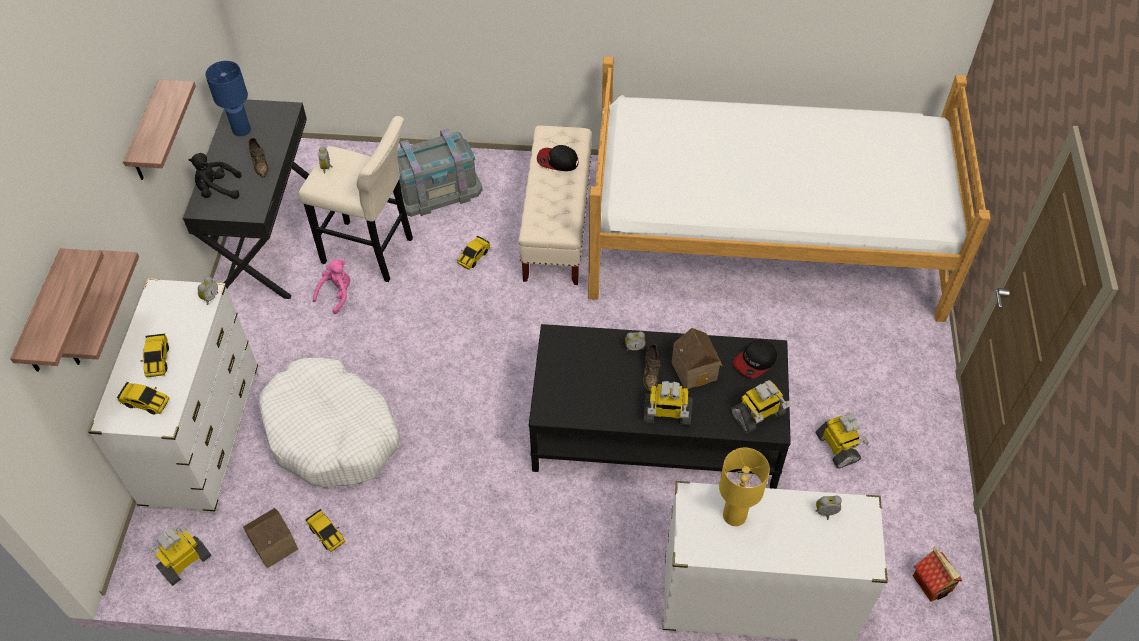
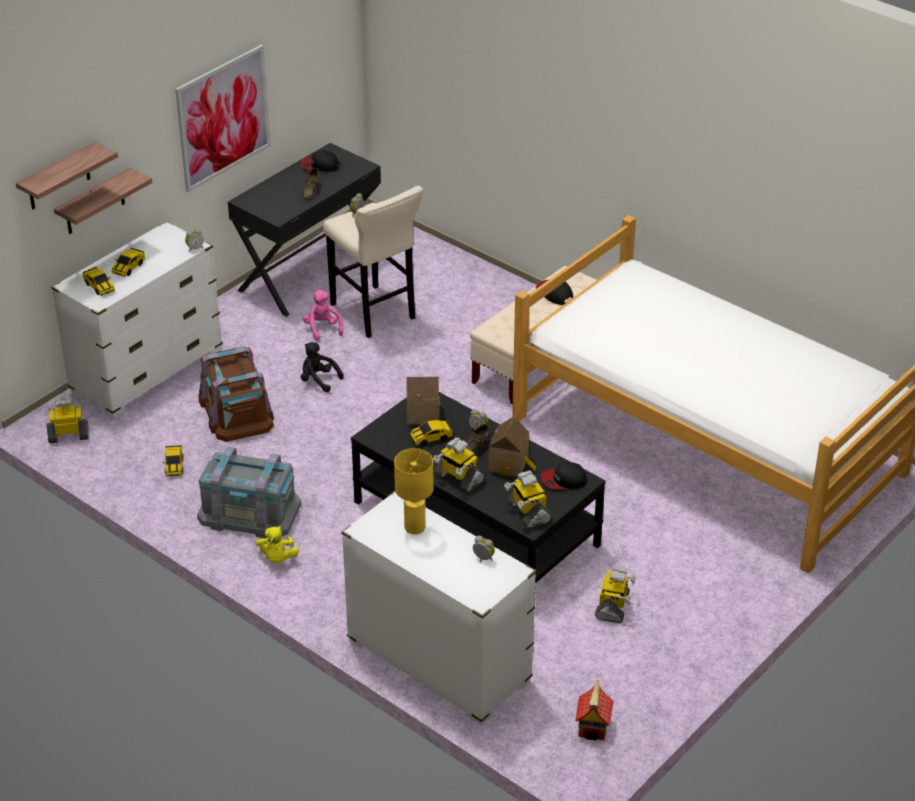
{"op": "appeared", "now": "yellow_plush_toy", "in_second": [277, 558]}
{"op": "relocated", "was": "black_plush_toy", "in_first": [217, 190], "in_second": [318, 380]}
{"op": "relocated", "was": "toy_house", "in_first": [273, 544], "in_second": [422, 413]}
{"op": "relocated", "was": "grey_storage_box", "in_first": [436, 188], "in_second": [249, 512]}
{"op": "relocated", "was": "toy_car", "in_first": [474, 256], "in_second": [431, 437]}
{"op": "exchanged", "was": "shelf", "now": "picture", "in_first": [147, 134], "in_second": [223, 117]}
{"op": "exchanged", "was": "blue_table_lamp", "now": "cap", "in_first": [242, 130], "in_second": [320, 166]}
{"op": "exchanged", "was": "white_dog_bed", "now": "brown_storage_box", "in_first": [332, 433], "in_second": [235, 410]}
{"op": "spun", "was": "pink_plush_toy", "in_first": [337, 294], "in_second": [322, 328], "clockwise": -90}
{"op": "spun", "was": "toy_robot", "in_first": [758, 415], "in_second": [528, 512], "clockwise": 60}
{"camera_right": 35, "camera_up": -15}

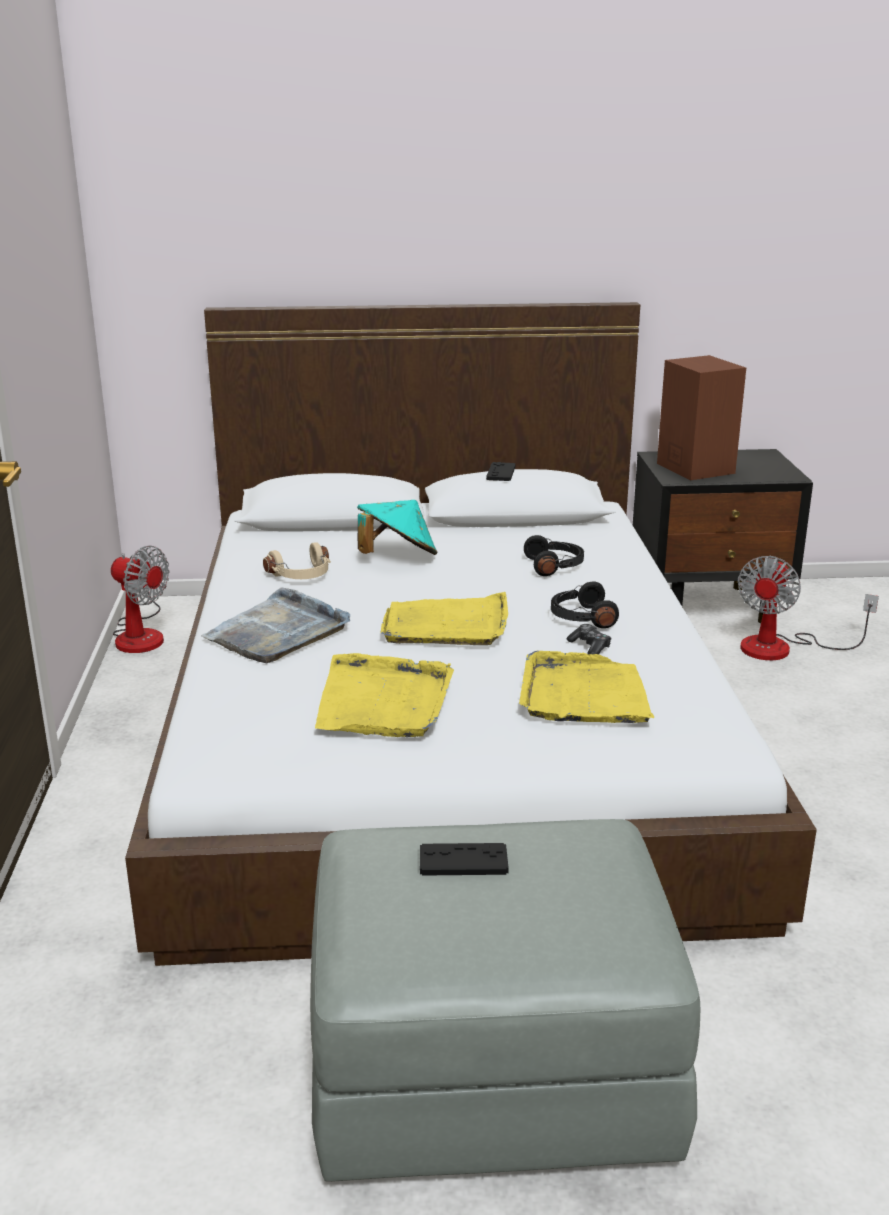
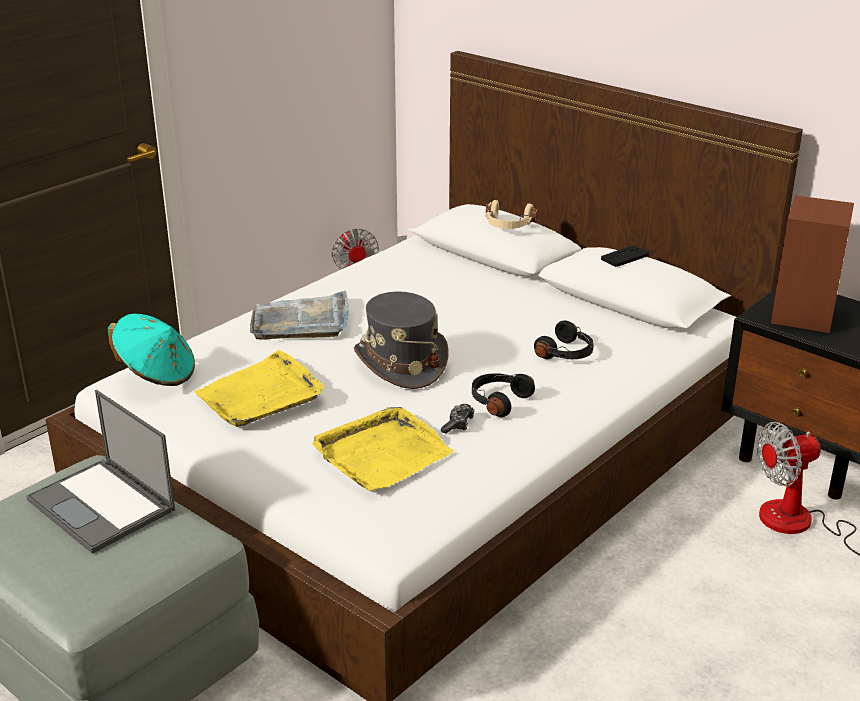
{"op": "relocated", "was": "beige_headphones", "in_first": [302, 576], "in_second": [508, 226]}
{"op": "relocated", "was": "turquoise_hat", "in_first": [397, 557], "in_second": [156, 374]}
{"op": "exchanged", "was": "yellow_tray", "now": "grey_hat", "in_first": [446, 625], "in_second": [400, 363]}
{"op": "exchanged", "was": "black_game_controller", "now": "laptop", "in_first": [463, 861], "in_second": [102, 505]}
{"camera_right": 45, "camera_up": 5}

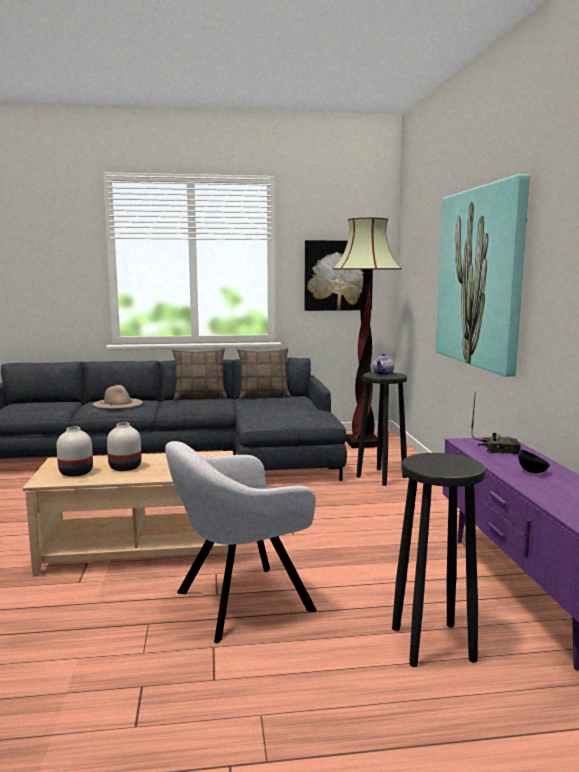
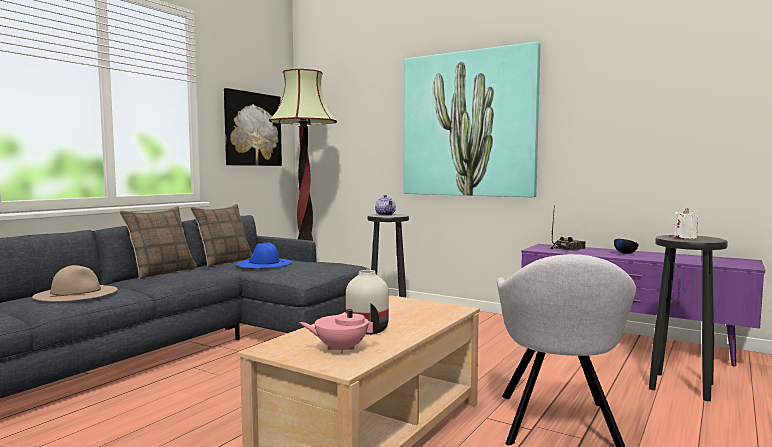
{"op": "appeared", "now": "blue_hat", "in_second": [264, 263]}
{"op": "appeared", "now": "white_candle", "in_second": [685, 237]}
{"op": "exchanged", "was": "white_vase", "now": "pink_teapot", "in_first": [76, 472], "in_second": [340, 349]}
{"camera_right": -50, "camera_up": -5}

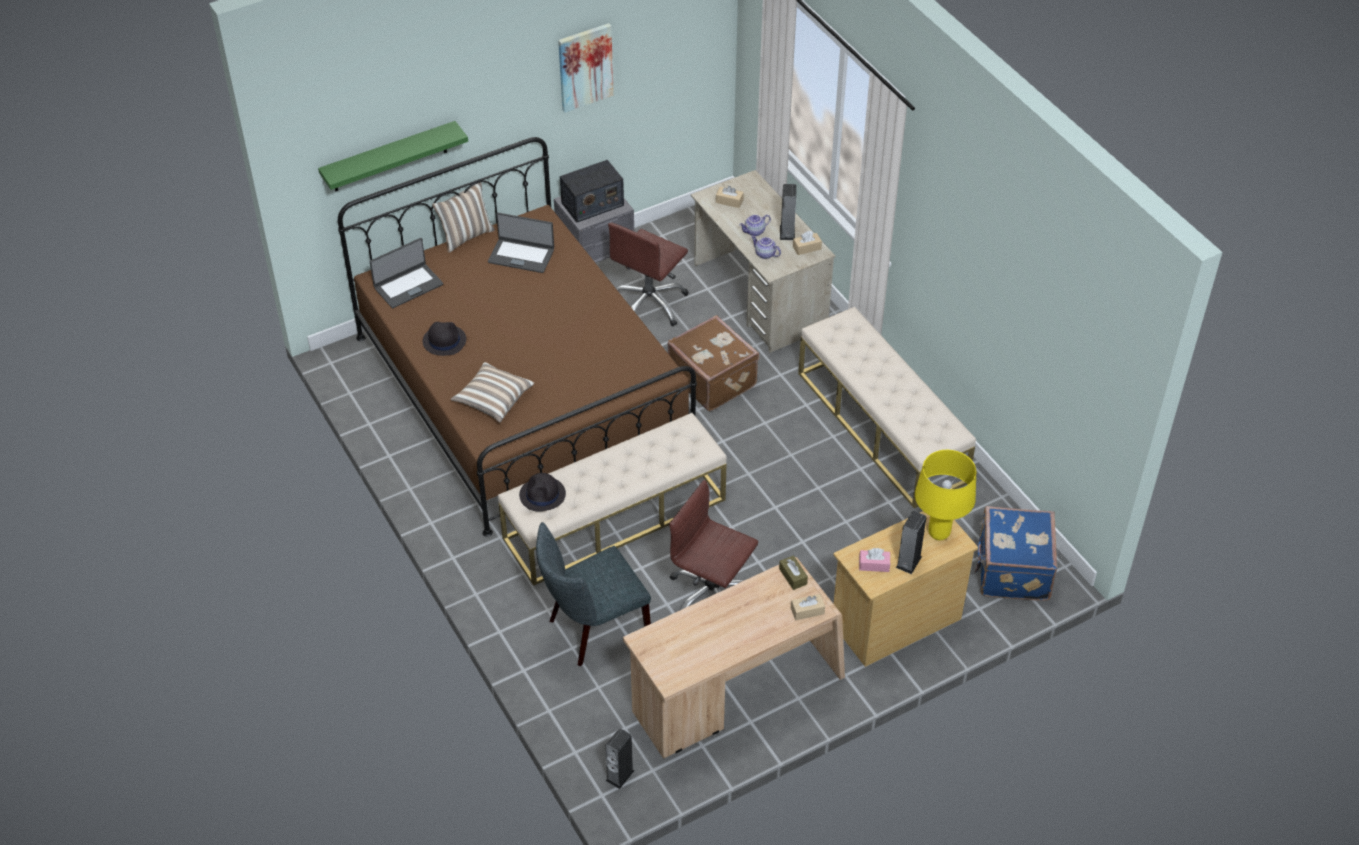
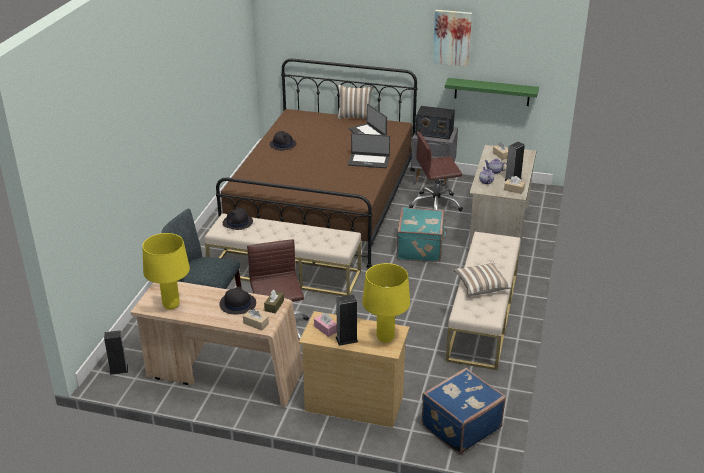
{"op": "appeared", "now": "yellow_table_lamp", "in_second": [171, 305]}
{"op": "appeared", "now": "black_hat", "in_second": [237, 304]}
{"op": "relocated", "was": "green_shelf", "in_first": [389, 157], "in_second": [492, 92]}
{"op": "relocated", "was": "laptop", "in_first": [408, 286], "in_second": [369, 161]}
{"op": "relocated", "was": "pillow", "in_first": [493, 400], "in_second": [480, 286]}
{"op": "colour", "was": "brown_suitcase", "now": "turquoise_suitcase", "in_first": [713, 379], "in_second": [421, 248]}
{"camera_right": 45, "camera_up": -15}

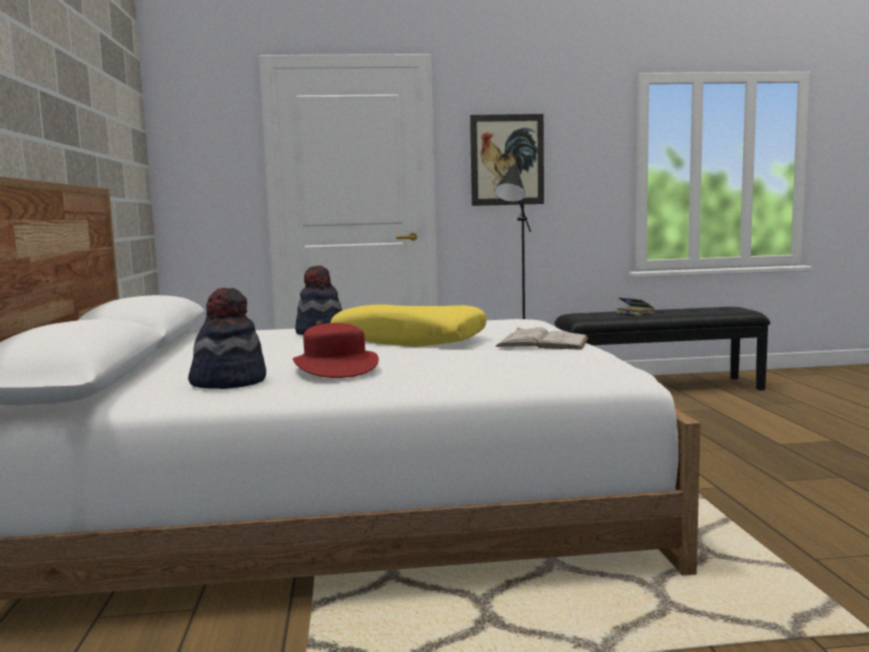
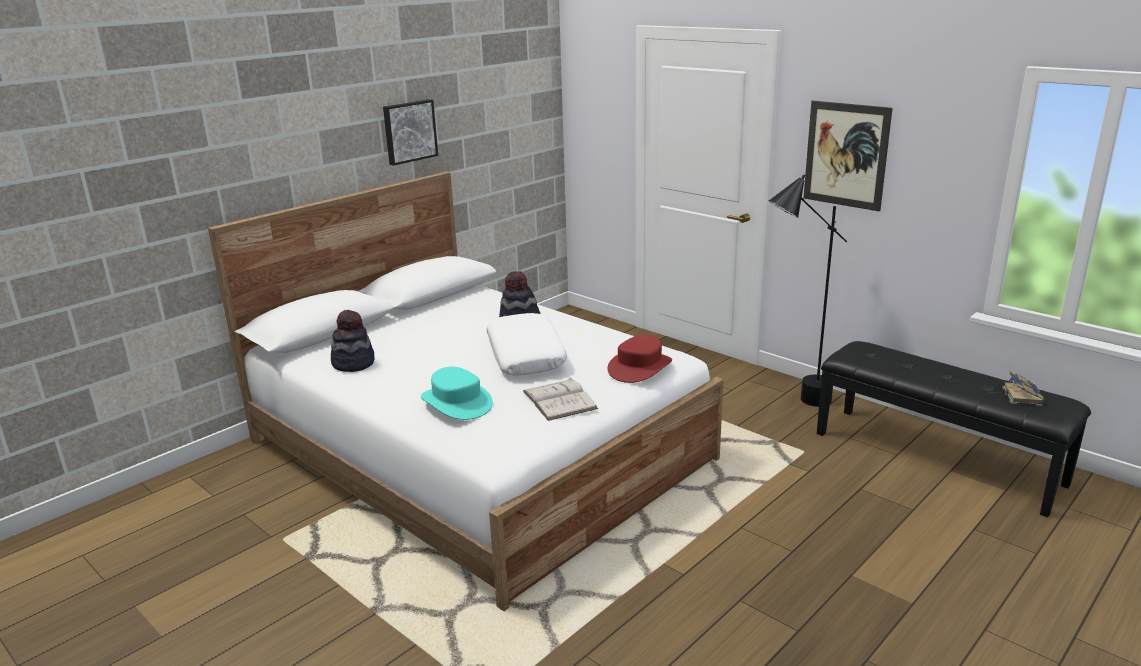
{"op": "appeared", "now": "picture", "in_second": [409, 131]}
{"op": "appeared", "now": "turquoise_hat", "in_second": [457, 402]}
{"op": "relocated", "was": "red_hat", "in_first": [335, 367], "in_second": [639, 367]}
{"op": "relocated", "was": "book", "in_first": [634, 313], "in_second": [1022, 396]}
{"op": "colour", "was": "yellow_pillow", "now": "white_pillow", "in_first": [409, 340], "in_second": [526, 355]}
{"camera_right": 50, "camera_up": 15}

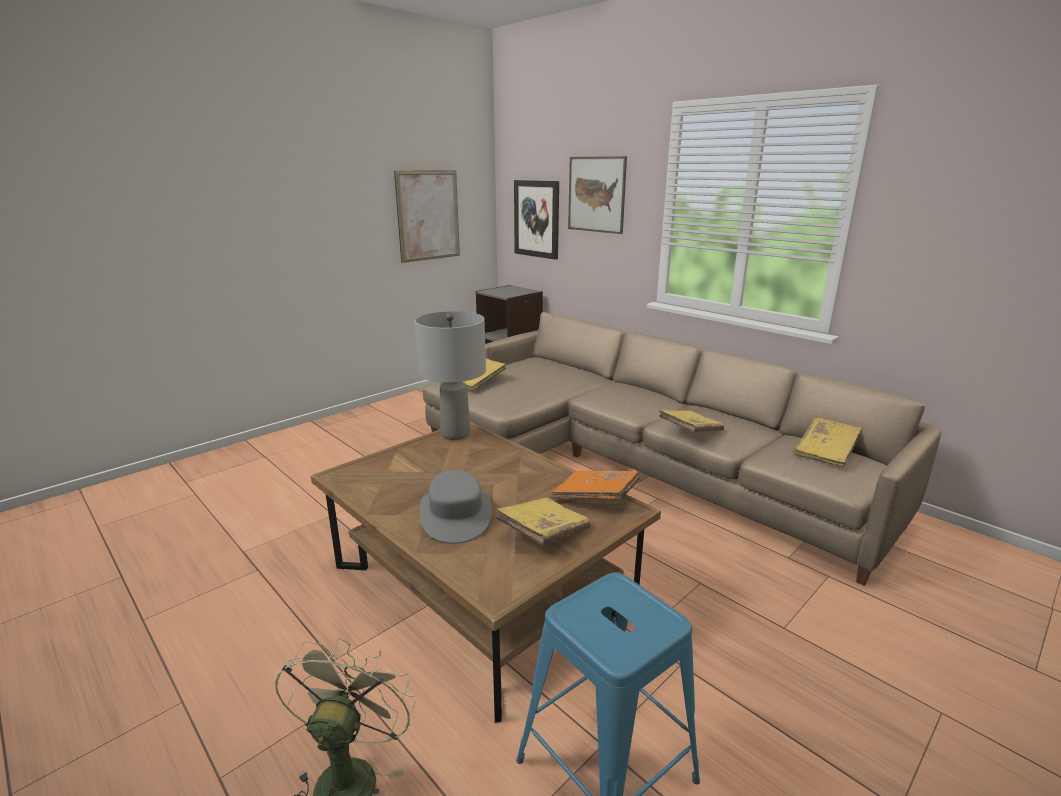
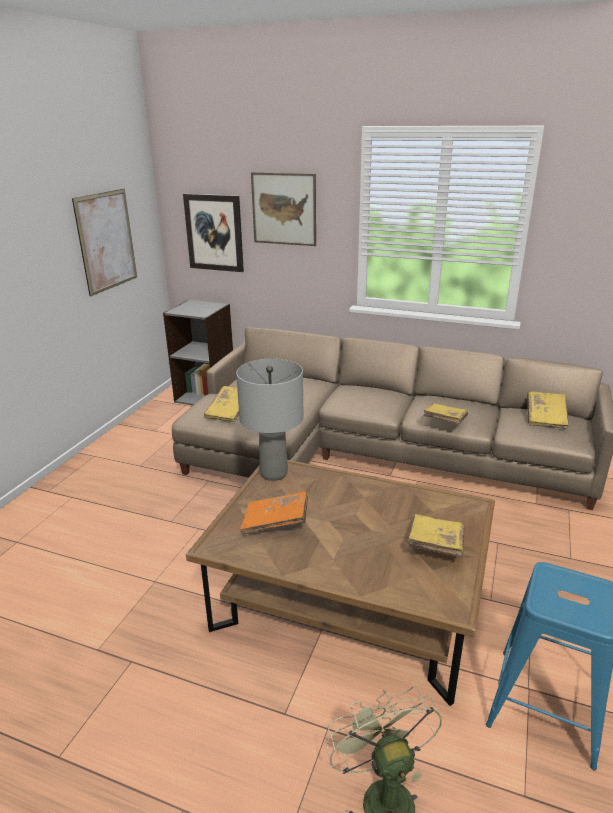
{"op": "missing", "was": "grey_hat", "in_first": [456, 514]}
{"op": "relocated", "was": "orange_book", "in_first": [596, 497], "in_second": [276, 522]}
{"camera_right": -25, "camera_up": 5}

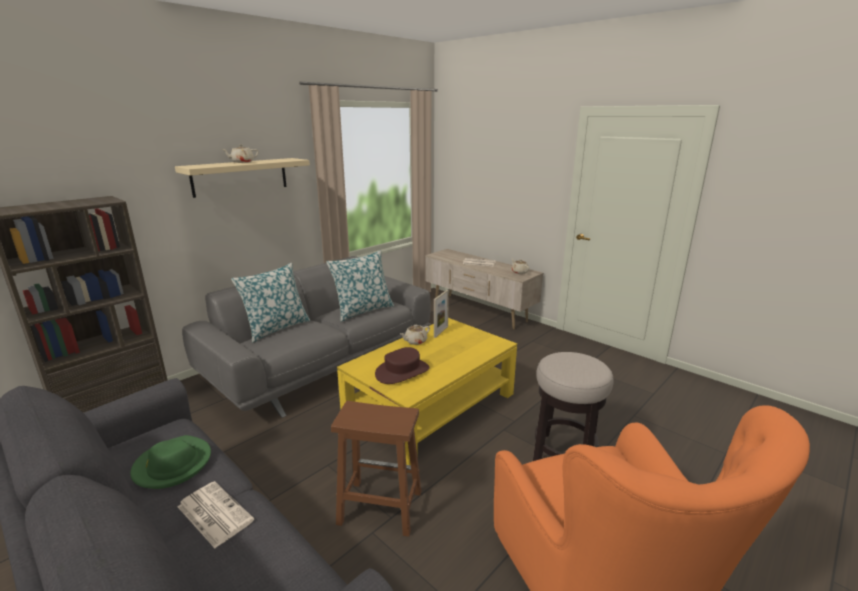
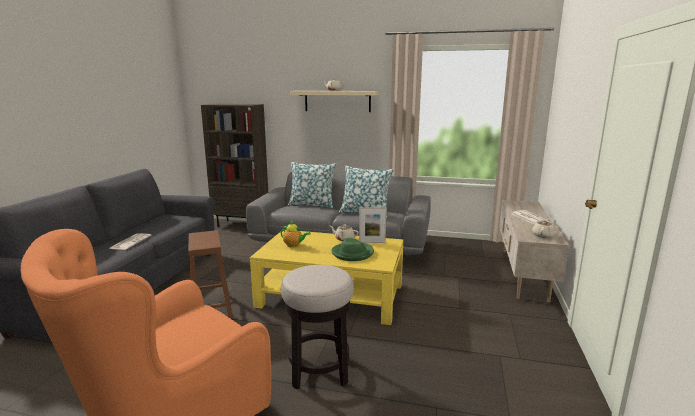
{"op": "relocated", "was": "green_hat", "in_first": [172, 465], "in_second": [352, 253]}
{"op": "exchanged", "was": "brown_hat", "now": "teapot", "in_first": [402, 372], "in_second": [294, 245]}
{"camera_right": 60, "camera_up": -5}

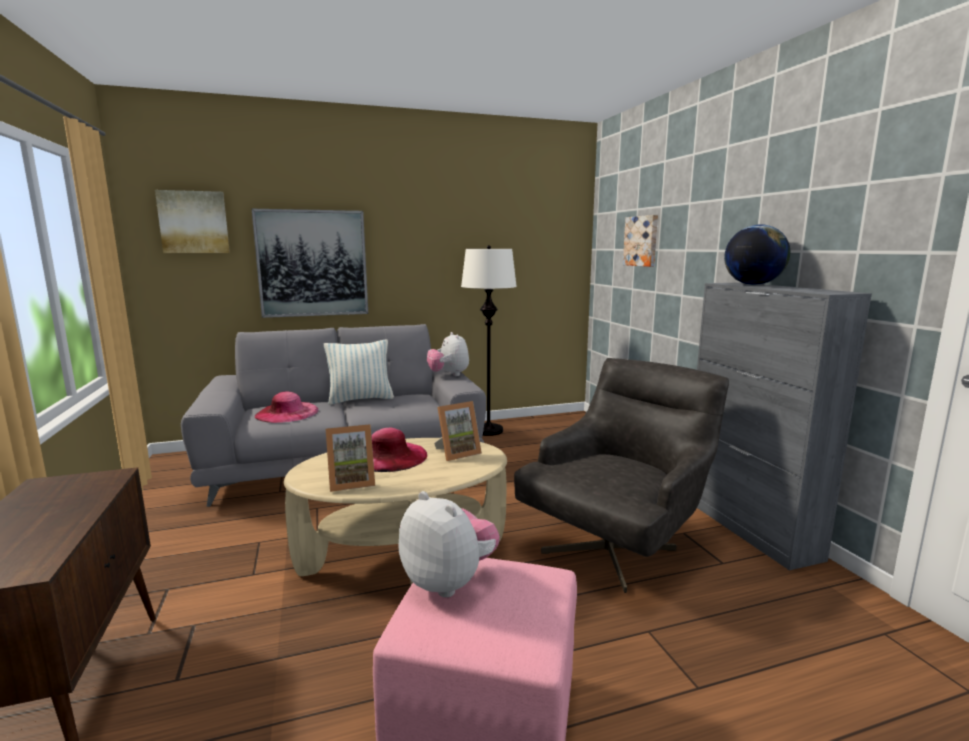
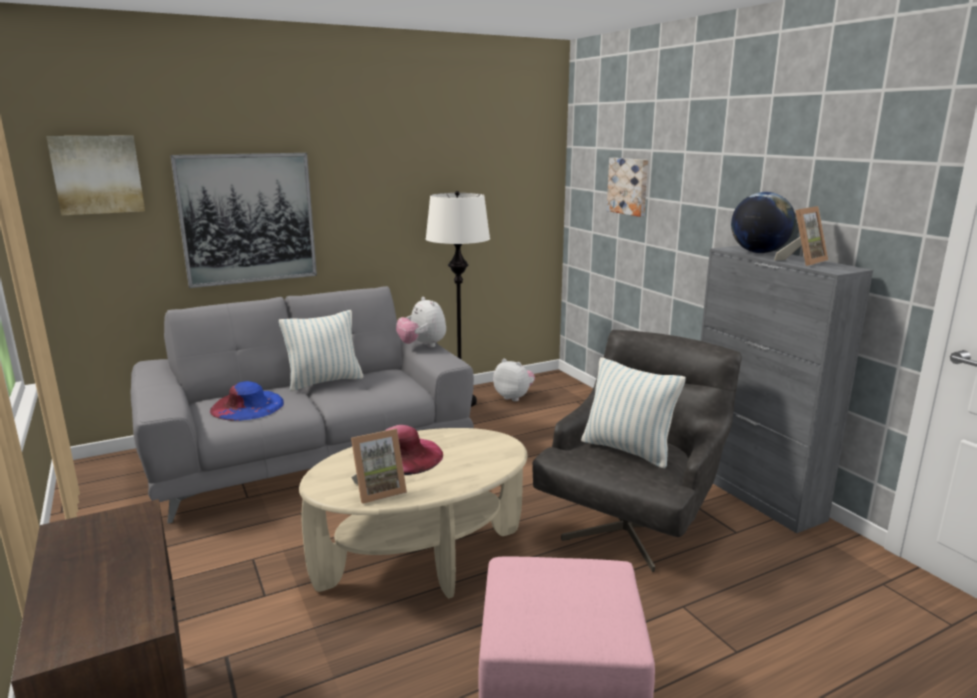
{"op": "appeared", "now": "pillow", "in_second": [628, 450]}
{"op": "relocated", "was": "plush_toy", "in_first": [449, 581], "in_second": [514, 397]}
{"op": "relocated", "was": "picture_frame", "in_first": [457, 453], "in_second": [802, 261]}
{"op": "colour", "was": "pink_hat", "now": "blue_hat", "in_first": [287, 413], "in_second": [247, 406]}
{"camera_right": -10, "camera_up": 5}

